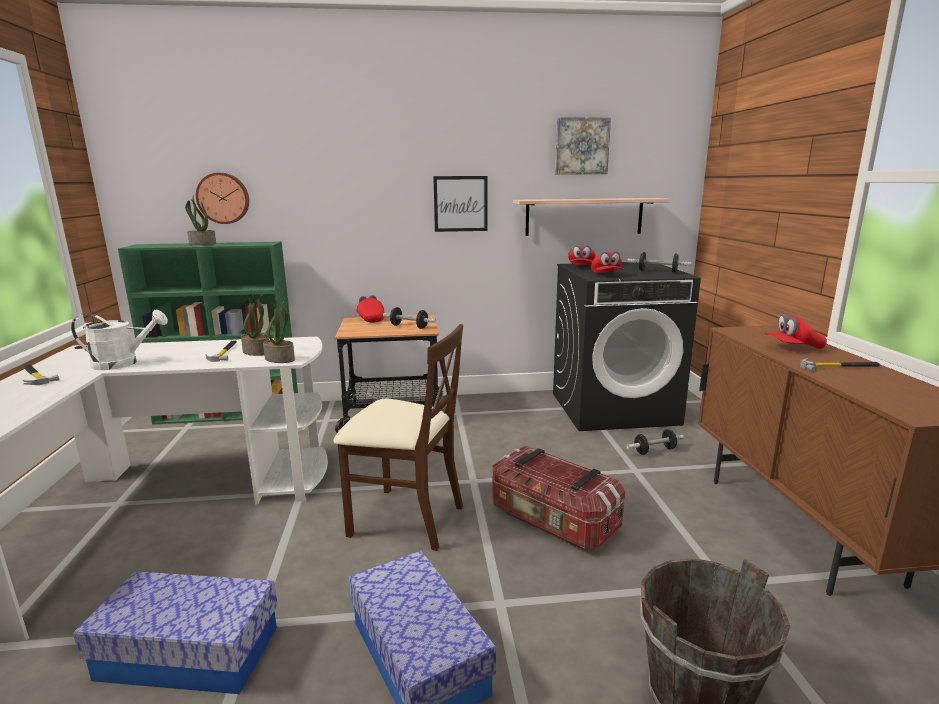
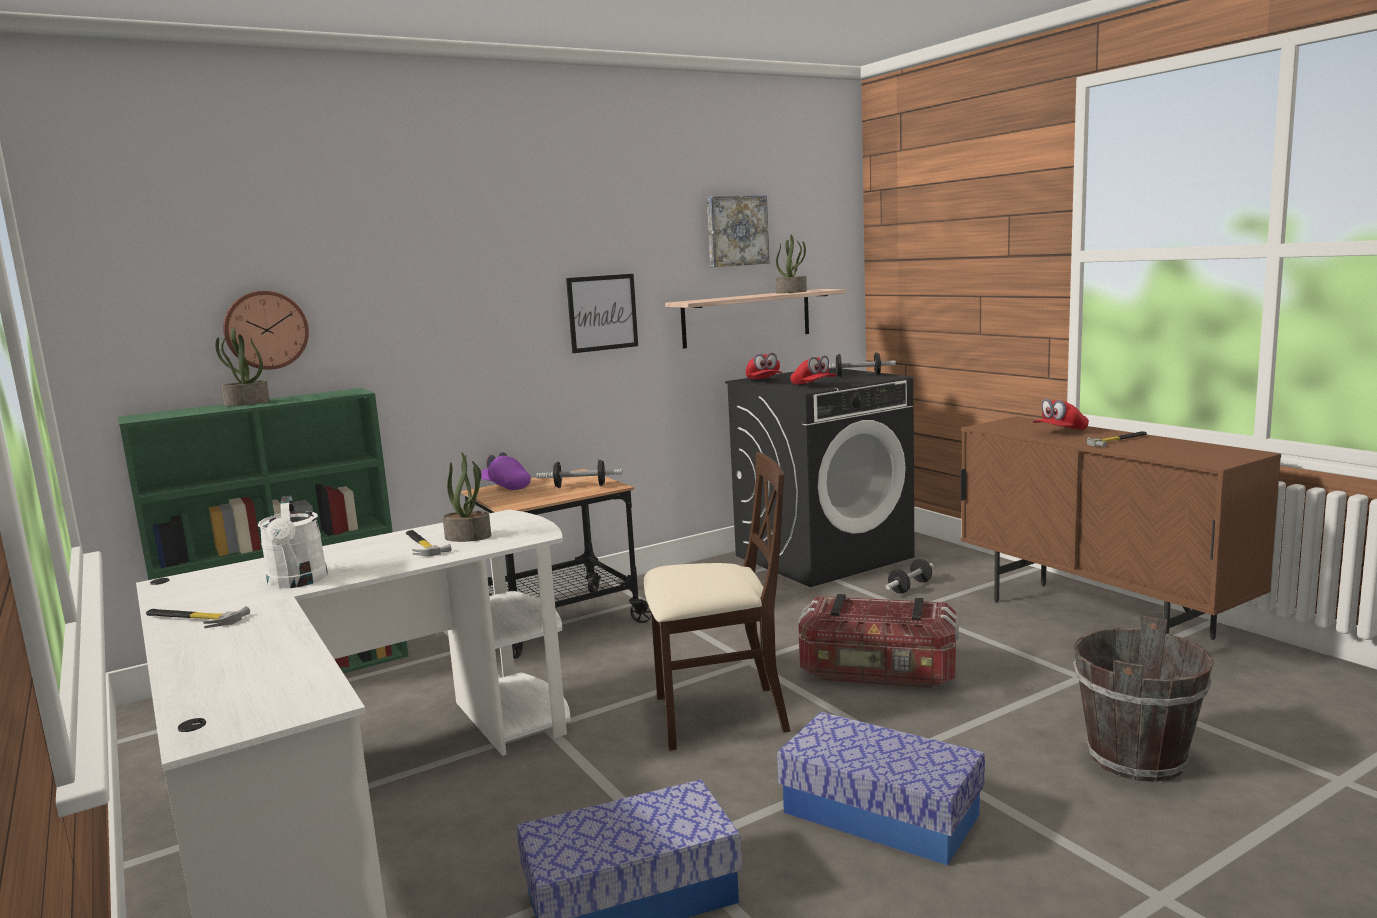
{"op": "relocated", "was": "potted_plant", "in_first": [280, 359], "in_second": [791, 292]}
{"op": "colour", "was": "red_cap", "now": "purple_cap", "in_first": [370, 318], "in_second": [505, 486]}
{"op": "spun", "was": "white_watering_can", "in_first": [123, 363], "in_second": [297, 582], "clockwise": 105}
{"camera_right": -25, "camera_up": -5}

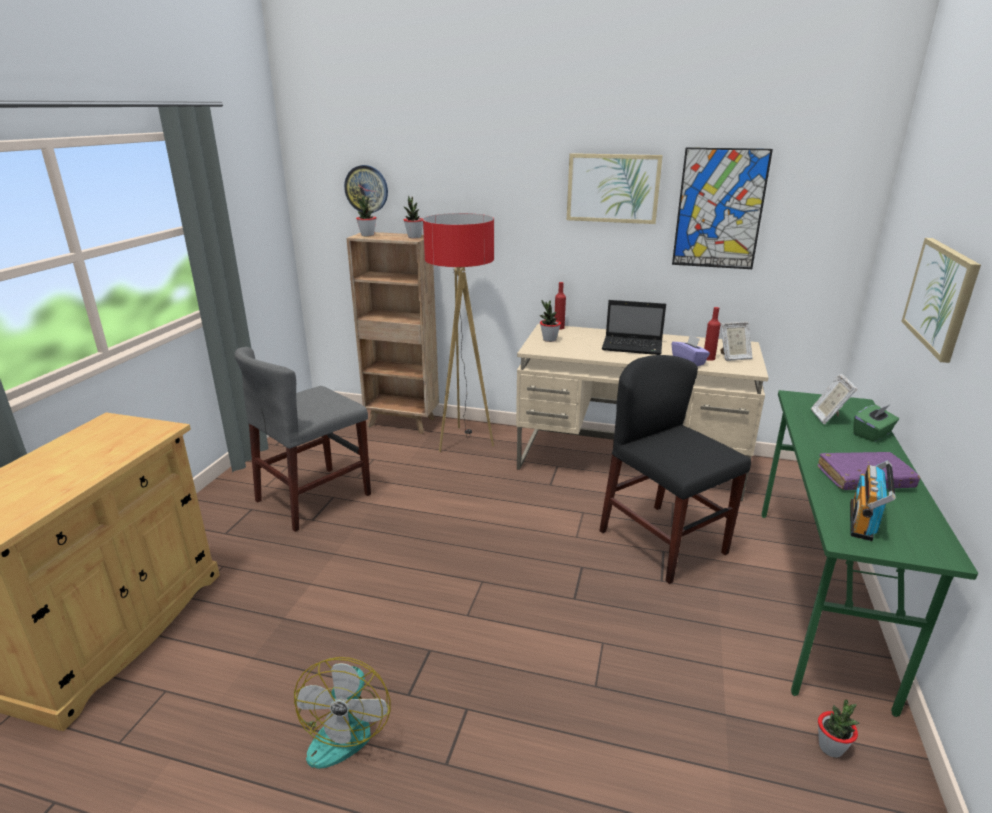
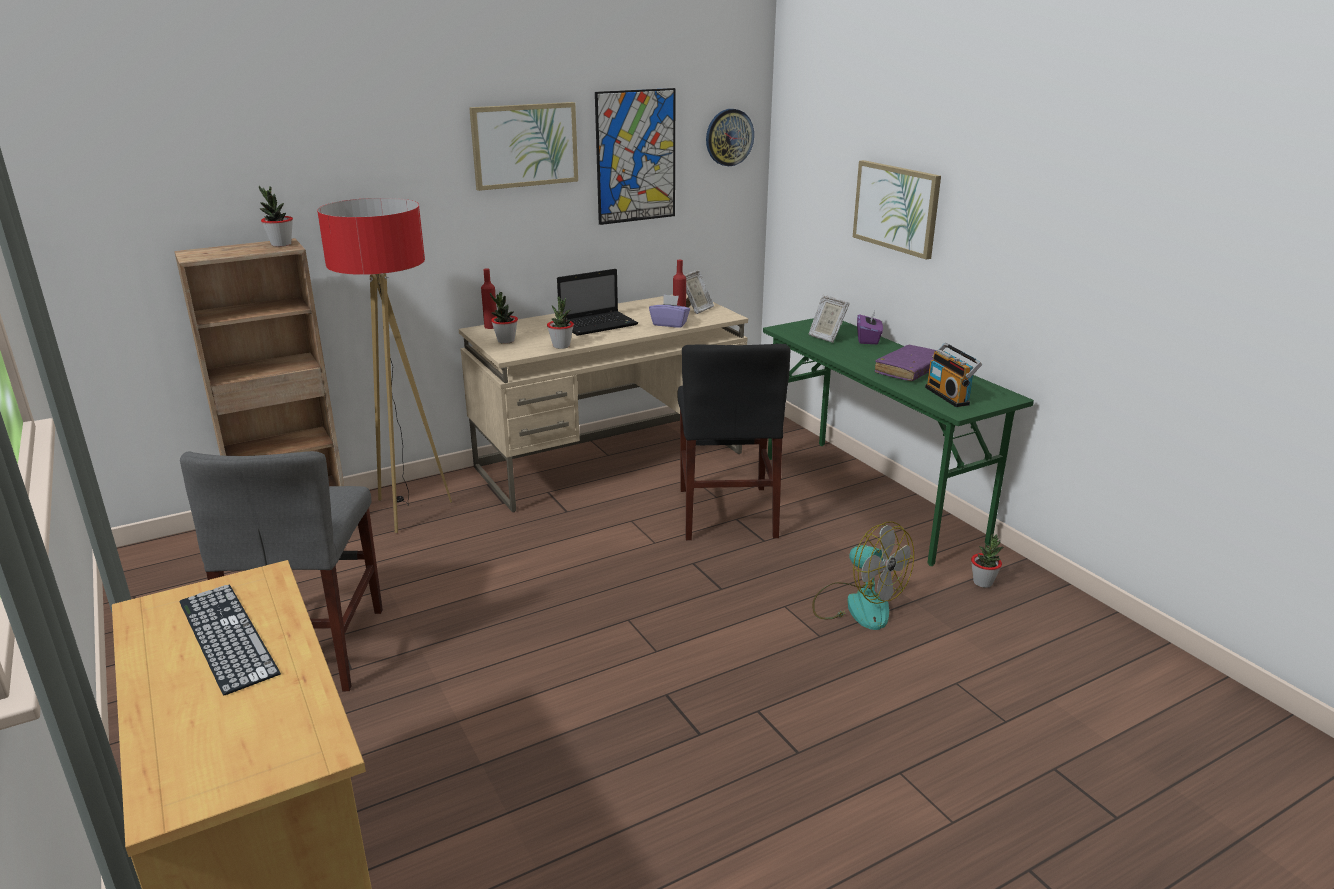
{"op": "appeared", "now": "keyboard", "in_second": [227, 636]}
{"op": "relocated", "was": "fan", "in_first": [344, 727], "in_second": [857, 605]}
{"op": "relocated", "was": "wall_clock", "in_first": [366, 189], "in_second": [729, 137]}
{"op": "relocated", "was": "potted_plant", "in_first": [367, 235], "in_second": [561, 346]}
{"op": "colour", "was": "green_tissue_box", "now": "purple_tissue_box", "in_first": [872, 434], "in_second": [868, 339]}
{"op": "spun", "was": "black_chair", "in_first": [662, 542], "in_second": [726, 512], "clockwise": -105}
{"camera_right": -45, "camera_up": 0}

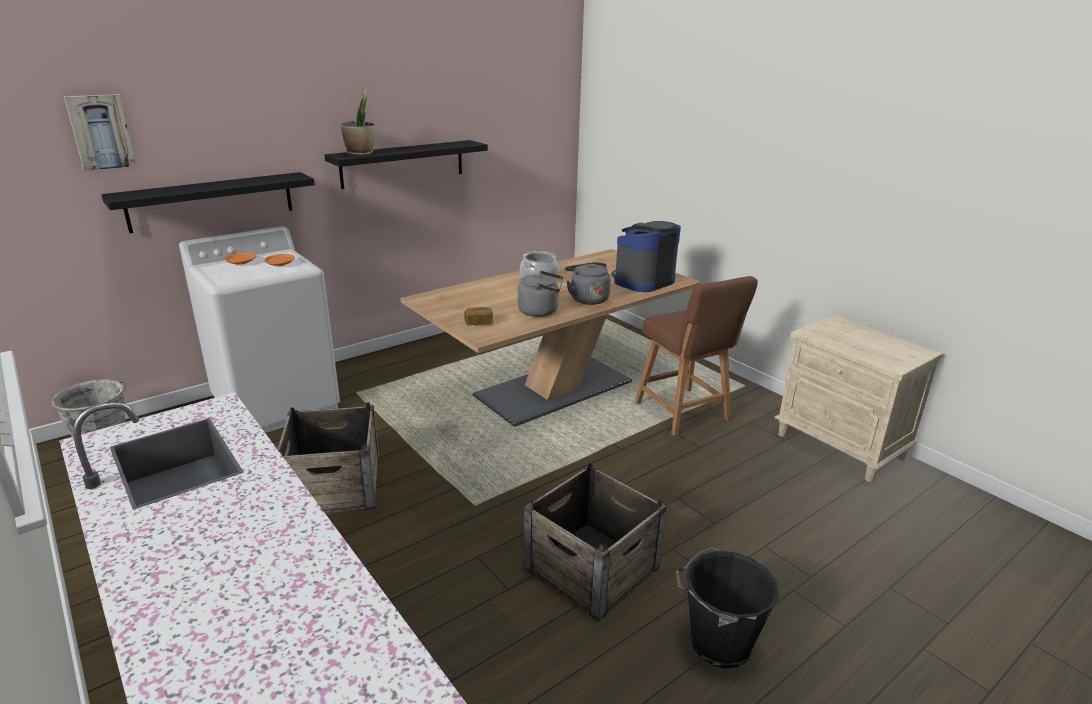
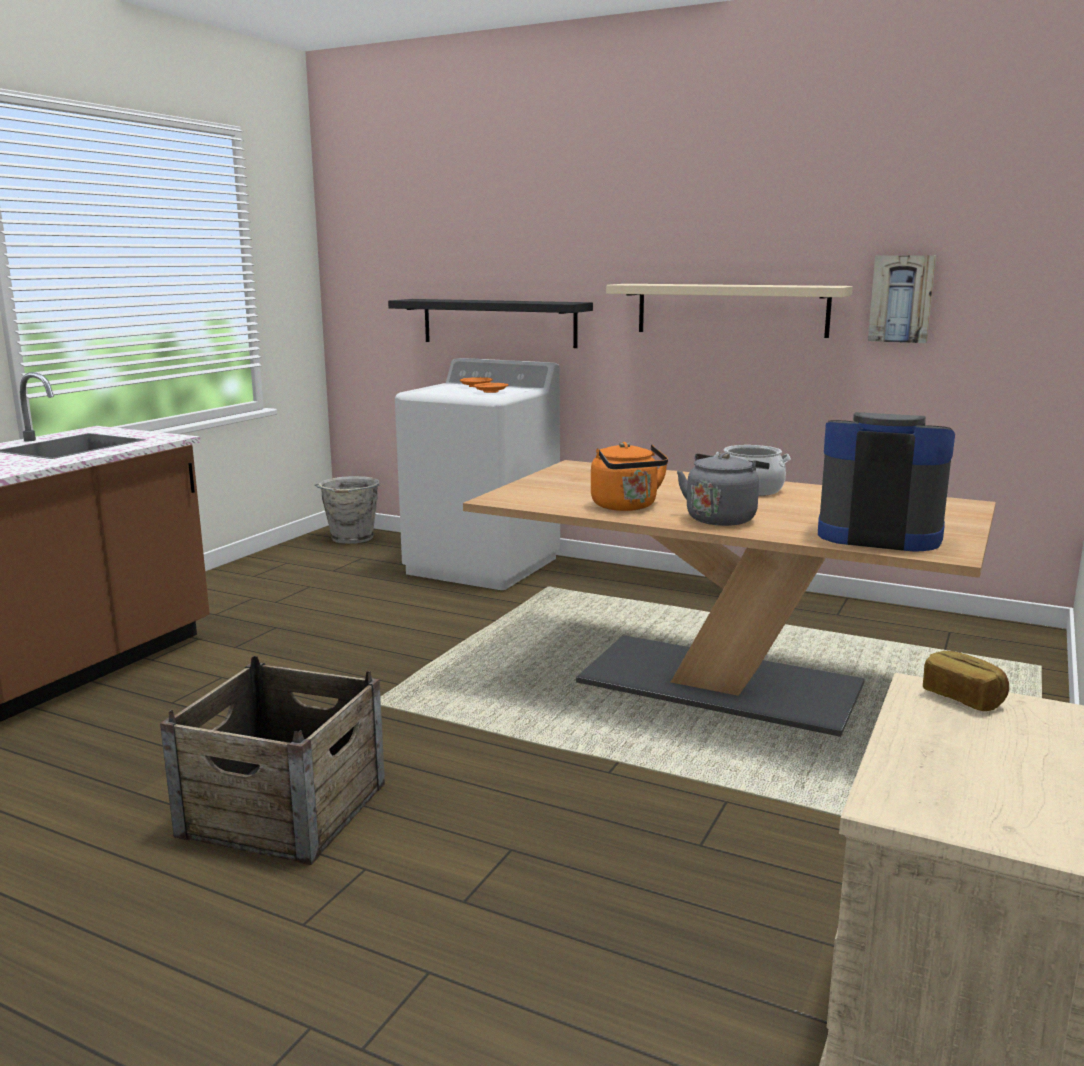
{"op": "missing", "was": "crate", "in_first": [334, 486]}
{"op": "missing", "was": "potted_plant", "in_first": [360, 154]}
{"op": "missing", "was": "brown_stool", "in_first": [684, 414]}
{"op": "missing", "was": "black_bucket", "in_first": [717, 643]}
{"op": "relocated", "was": "picture", "in_first": [100, 132], "in_second": [901, 299]}
{"op": "relocated", "was": "bread", "in_first": [478, 323], "in_second": [963, 698]}
{"op": "colour", "was": "black_shelf", "now": "beige_shelf", "in_first": [403, 164], "in_second": [731, 309]}
{"op": "colour", "was": "grey_kettle", "now": "orange_kettle", "in_first": [541, 311], "in_second": [626, 507]}
{"camera_right": 65, "camera_up": -10}

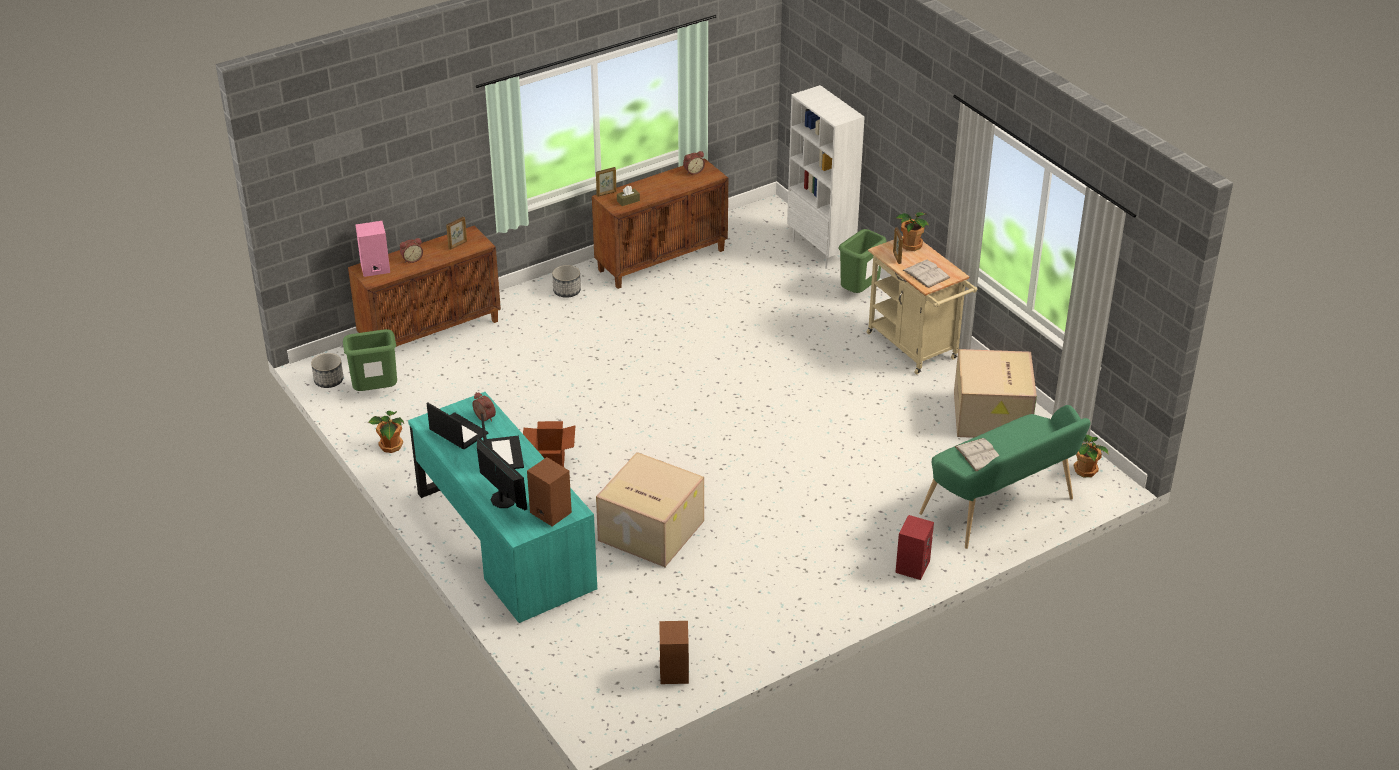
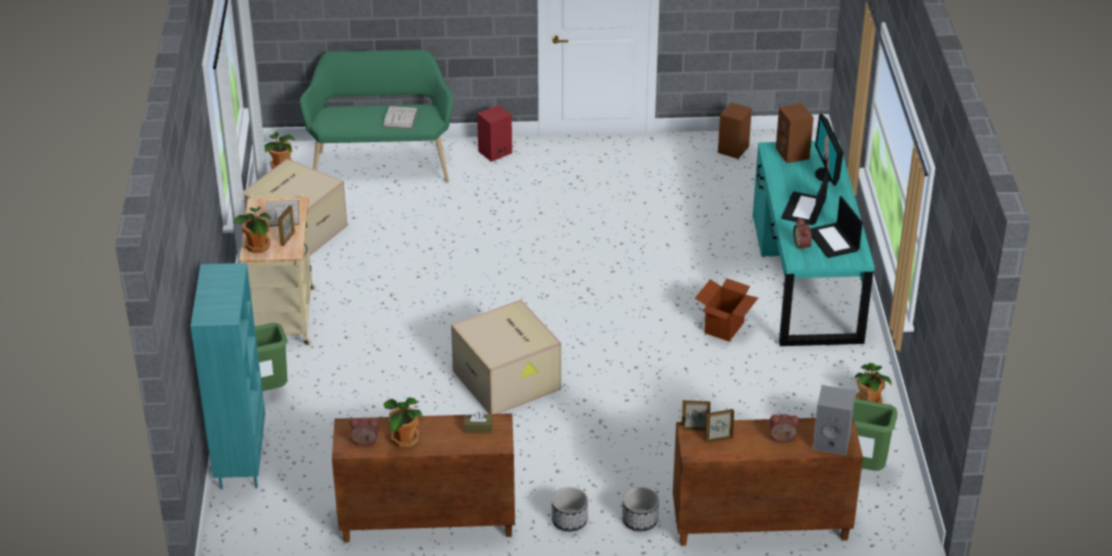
{"op": "appeared", "now": "potted_plant", "in_second": [404, 440]}
{"op": "relocated", "was": "planter", "in_first": [329, 381], "in_second": [640, 520]}
{"op": "relocated", "was": "picture_frame", "in_first": [606, 193], "in_second": [694, 429]}
{"op": "relocated", "was": "cardboard_box", "in_first": [649, 531], "in_second": [508, 380]}
{"op": "colour", "was": "pink_speaker", "now": "grey_speaker", "in_first": [374, 268], "in_second": [832, 442]}
{"op": "colour", "was": "white_bookcase", "now": "turquoise_bookcase", "in_first": [821, 250], "in_second": [240, 461]}
{"camera_right": -150, "camera_up": 0}

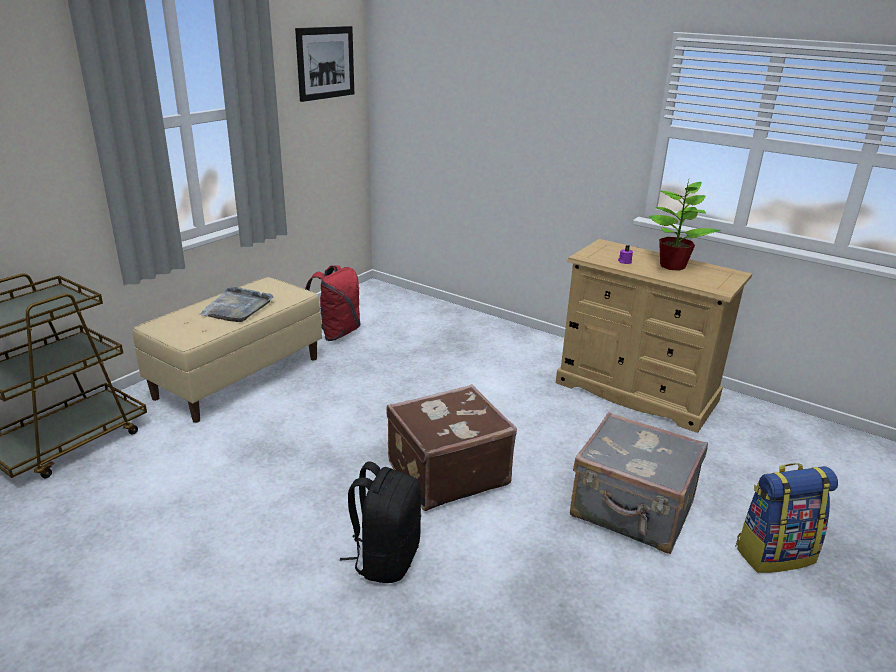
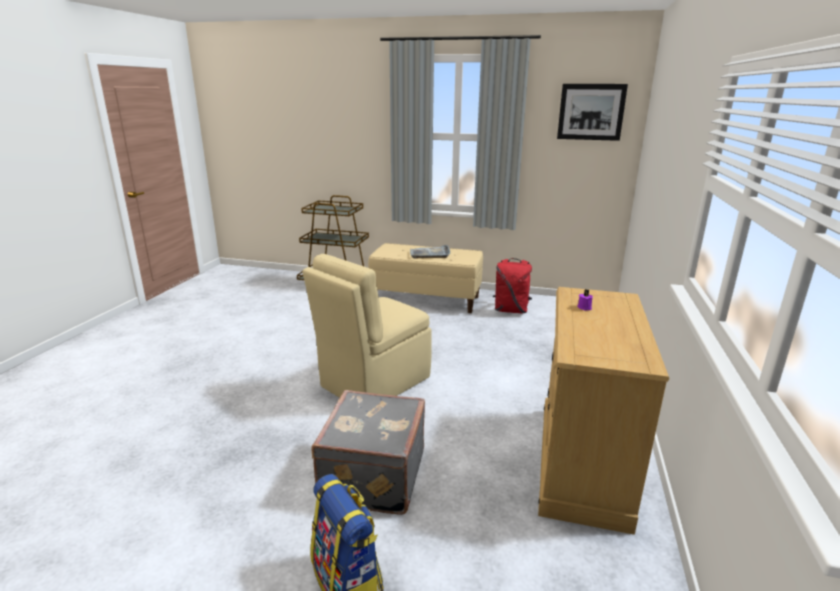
{"op": "missing", "was": "black_backpack", "in_first": [385, 558]}
{"op": "missing", "was": "potted_plant", "in_first": [672, 265]}
{"op": "exchanged", "was": "brown_suitcase", "now": "beige_chair", "in_first": [446, 472], "in_second": [373, 383]}
{"camera_right": 70, "camera_up": -5}

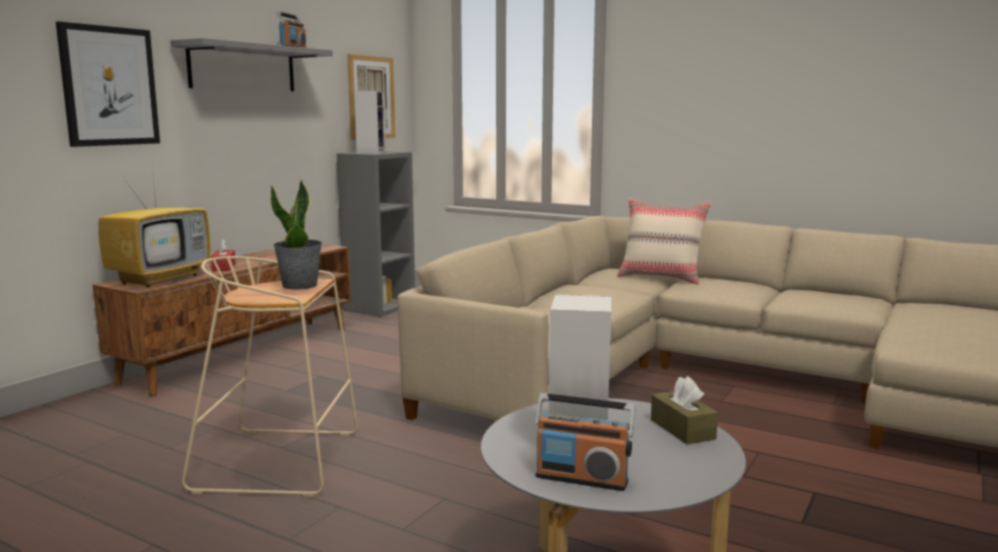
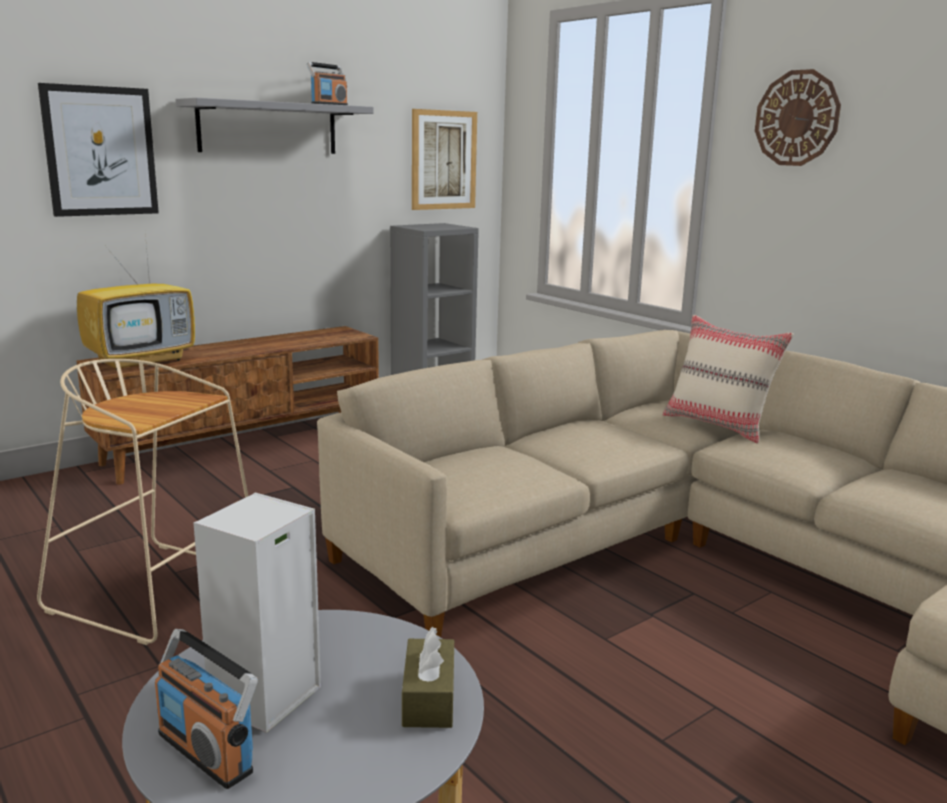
{"op": "missing", "was": "red_tissue_box", "in_first": [224, 267]}
{"op": "missing", "was": "potted_plant", "in_first": [300, 285]}
{"op": "missing", "was": "speaker", "in_first": [371, 152]}
{"op": "appeared", "now": "wall_clock", "in_second": [797, 118]}
{"camera_right": 20, "camera_up": 5}

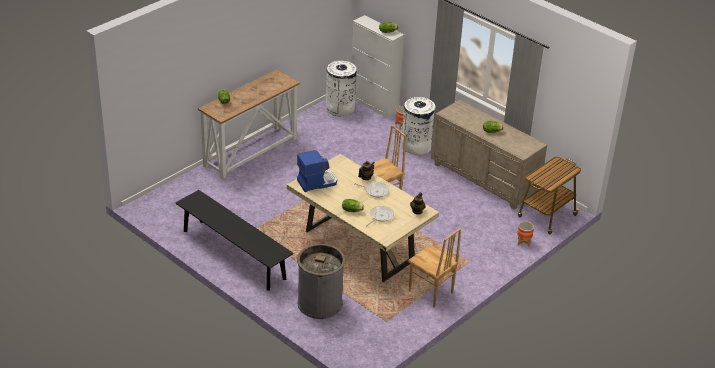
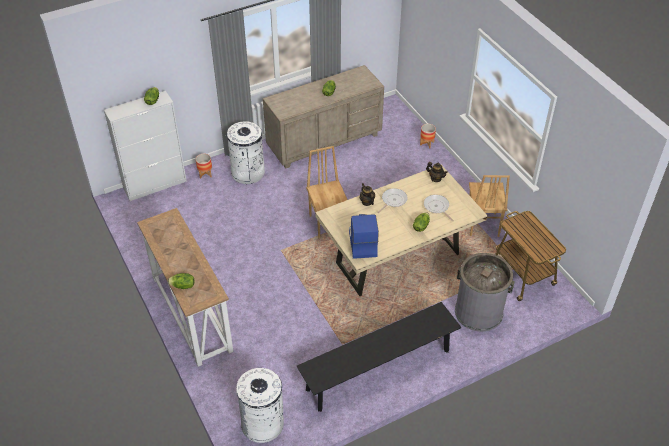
{"op": "relocated", "was": "white_trash_can", "in_first": [340, 108], "in_second": [263, 424]}
{"op": "relocated", "was": "cart", "in_first": [546, 216], "in_second": [522, 277]}
{"op": "spun", "was": "brown_chair", "in_first": [430, 293], "in_second": [482, 225], "clockwise": 120}
{"camera_right": -70, "camera_up": 10}

